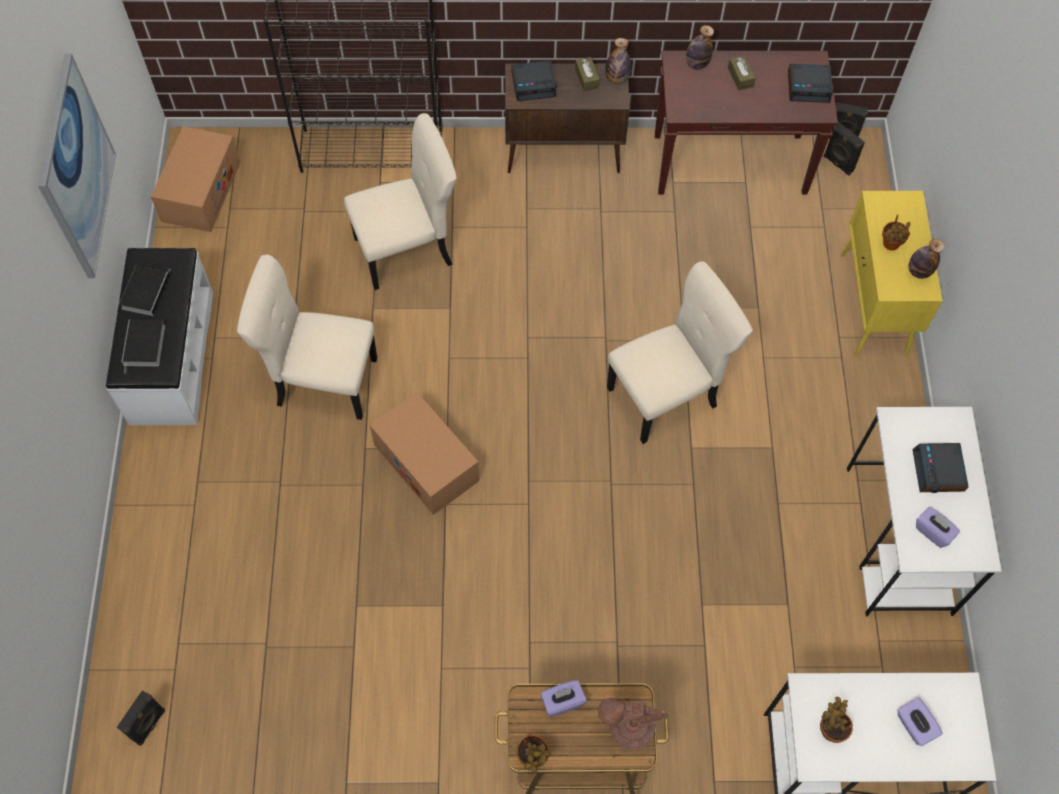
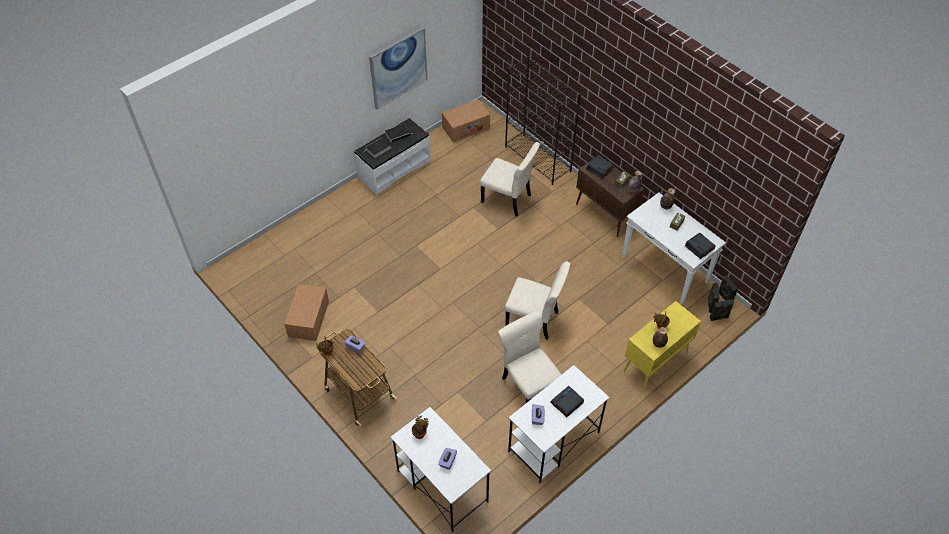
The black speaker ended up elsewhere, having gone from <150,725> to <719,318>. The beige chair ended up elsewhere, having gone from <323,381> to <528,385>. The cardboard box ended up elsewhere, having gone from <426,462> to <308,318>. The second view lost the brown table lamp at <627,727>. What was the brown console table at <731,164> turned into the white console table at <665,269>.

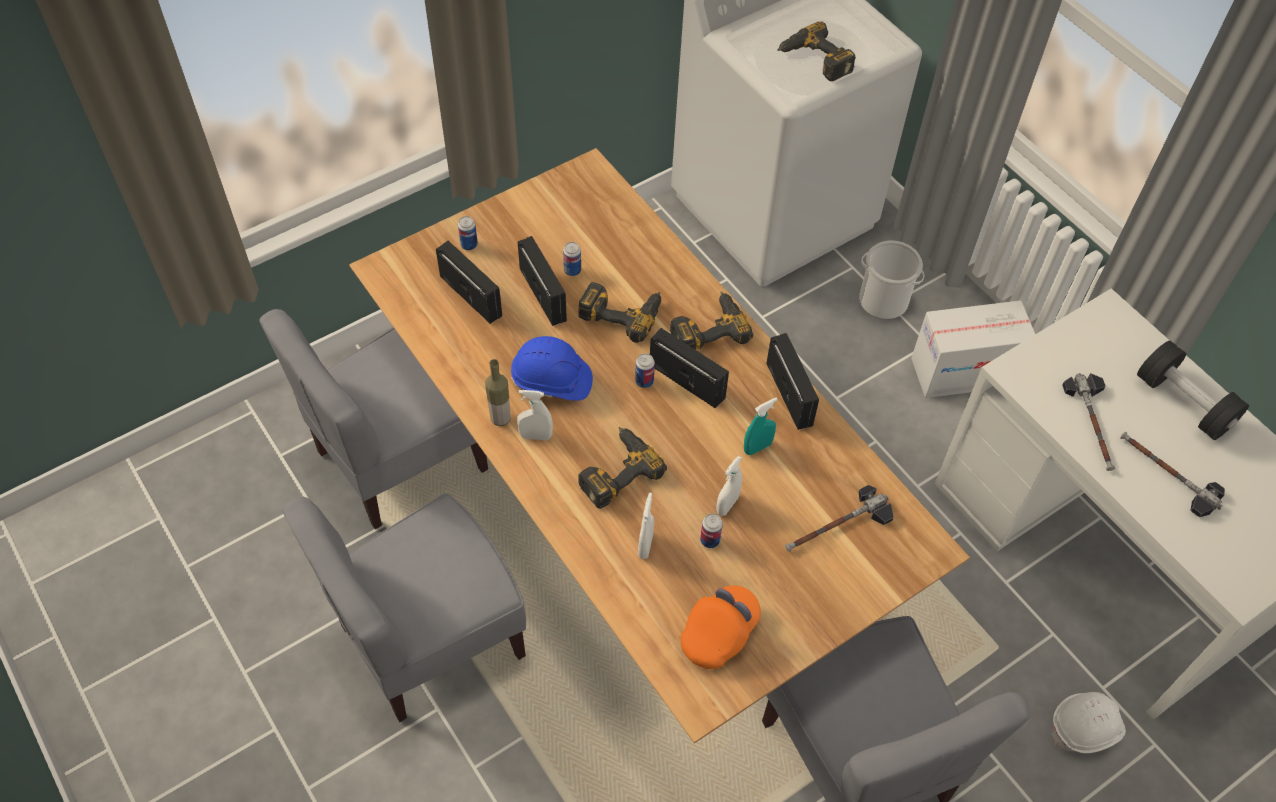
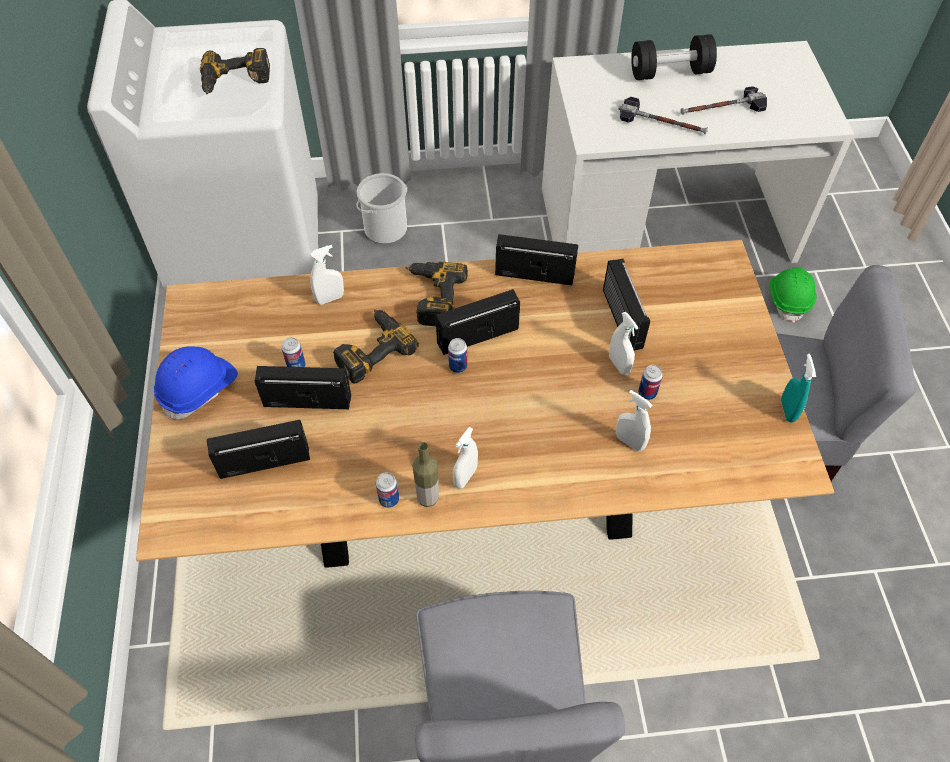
The second view lost the grey chair at <400,459>. The can ended up elsewhere, having gone from <469,245> to <389,499>. The blue hard hat ended up elsewhere, having gone from <552,381> to <199,389>. The second view lost the power drill at <615,470>. The second view lost the orange cap at <719,633>. The turquoise spray bottle ended up elsewhere, having gone from <757,447> to <787,410>. The second view lost the hammer at <837,527>. The second view lost the cardboard box at <964,371>. What was the white hard hat at <1086,728> turned into the green hard hat at <788,299>. The second view gained the white spray bottle at <330,298>. The second view gained the radio at <620,319>.

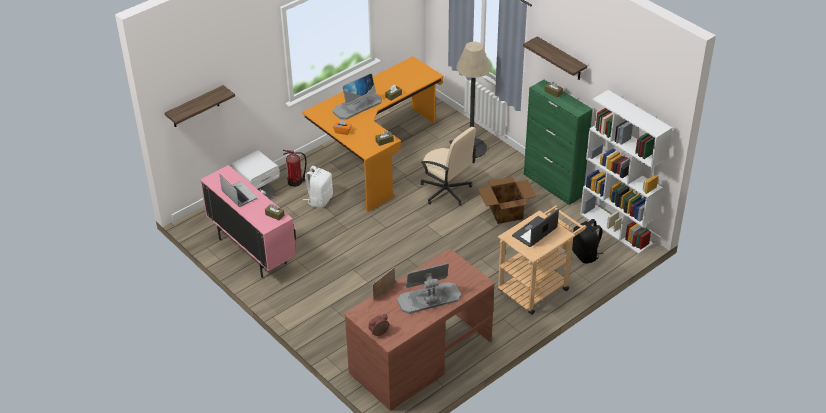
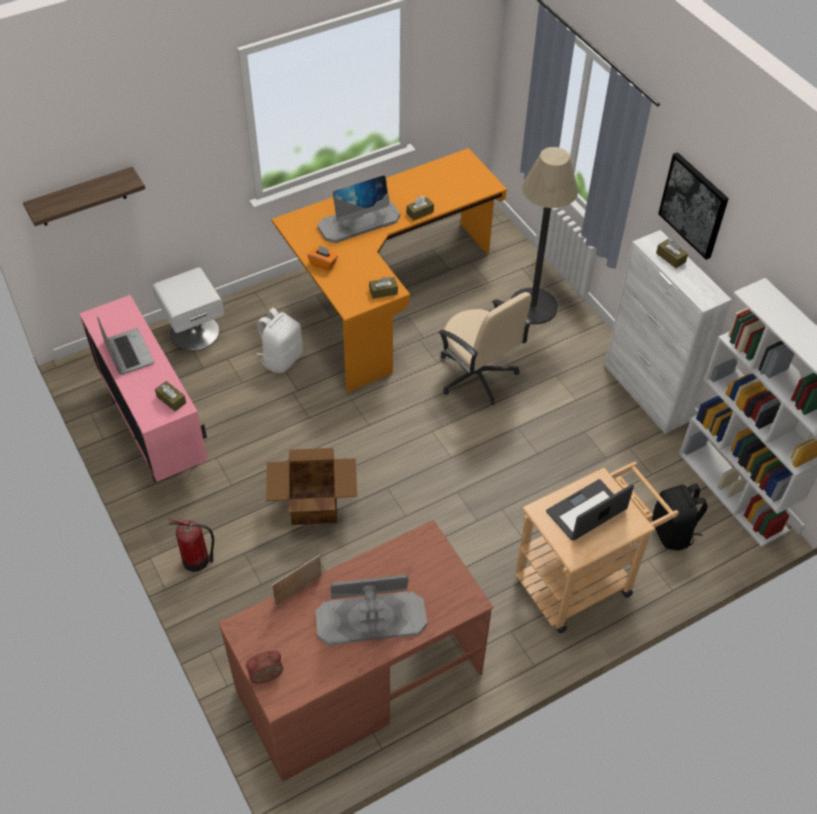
The fire extinguisher ended up elsewhere, having gone from <296,181> to <197,560>. The cardboard box ended up elsewhere, having gone from <505,212> to <313,504>. Where the shelf hung at <561,59>, the picture came to hang at <694,205>. What was the green cabinet at <553,185> turned into the white cabinet at <646,393>.

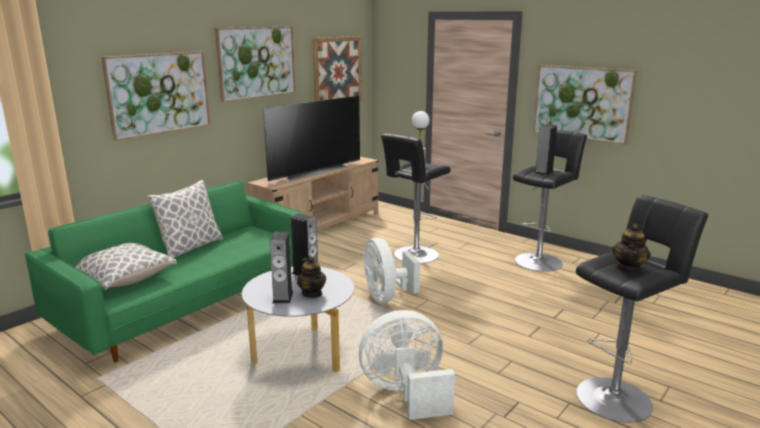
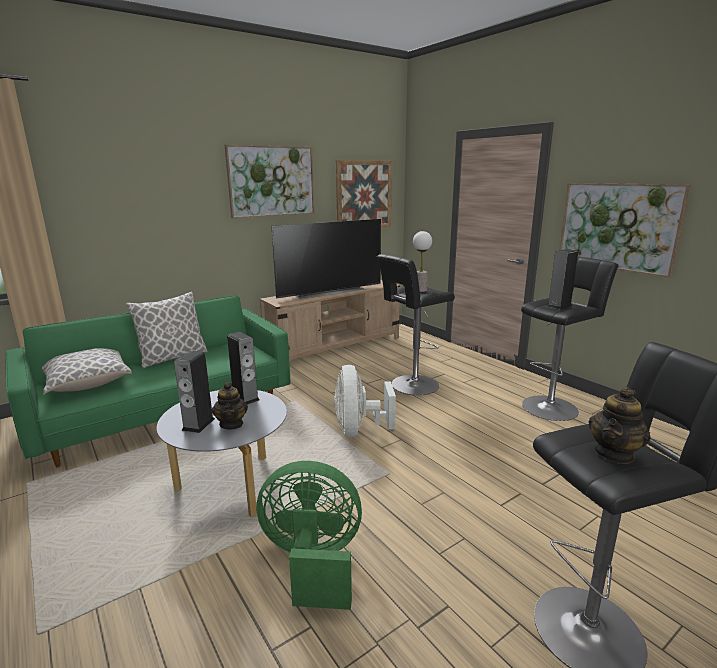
The second view lost the picture at <159,93>. What was the white fan at <406,393> turned into the green fan at <312,562>.

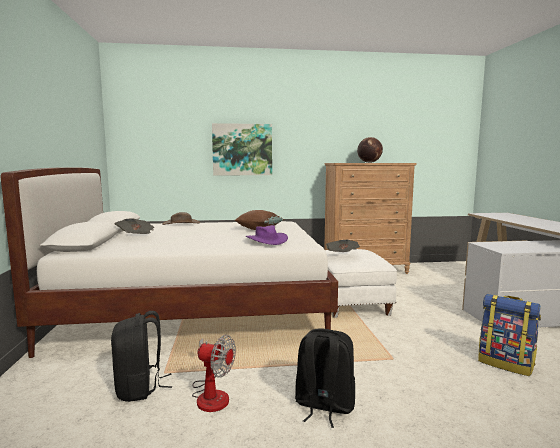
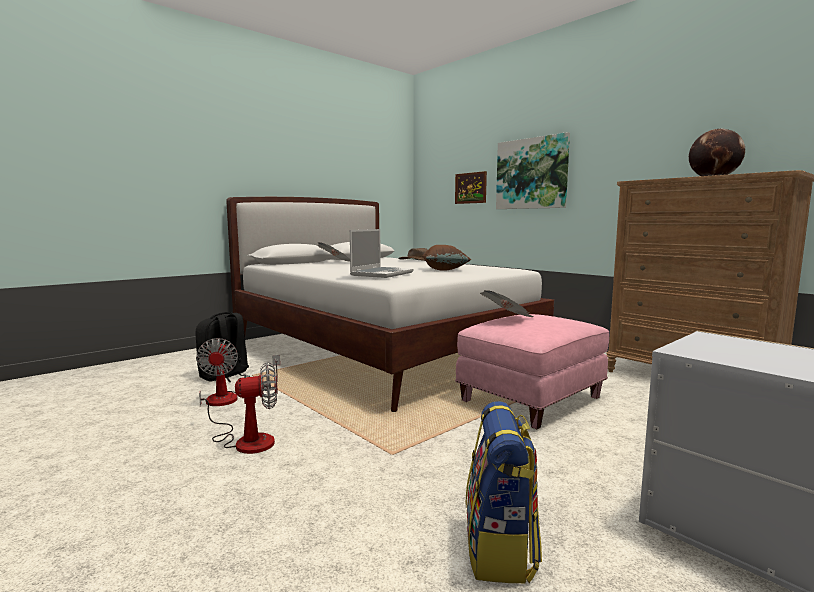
Where the purple hat stood at <266,240>, the laptop came to stand at <382,274>. Where the black backpack stood at <324,406>, the fan came to stand at <246,440>. What was the white ottoman at <350,302> turned into the pink ottoman at <531,398>. The second view gained the picture at <470,188>.

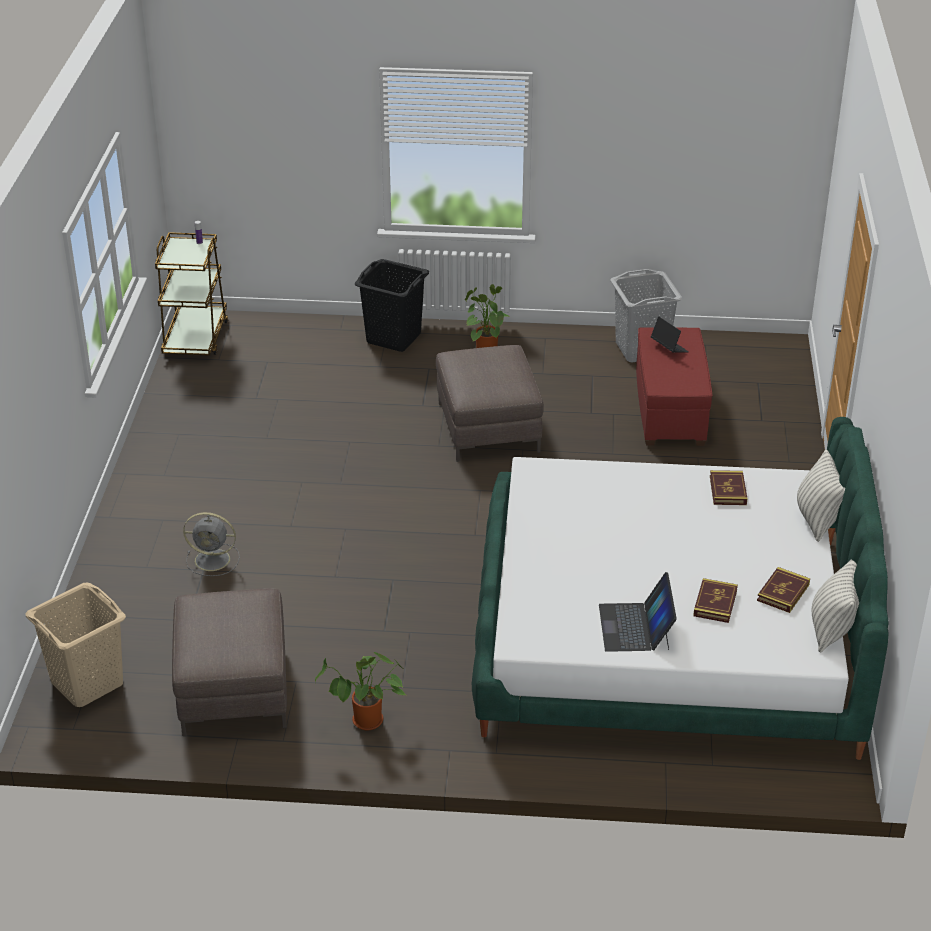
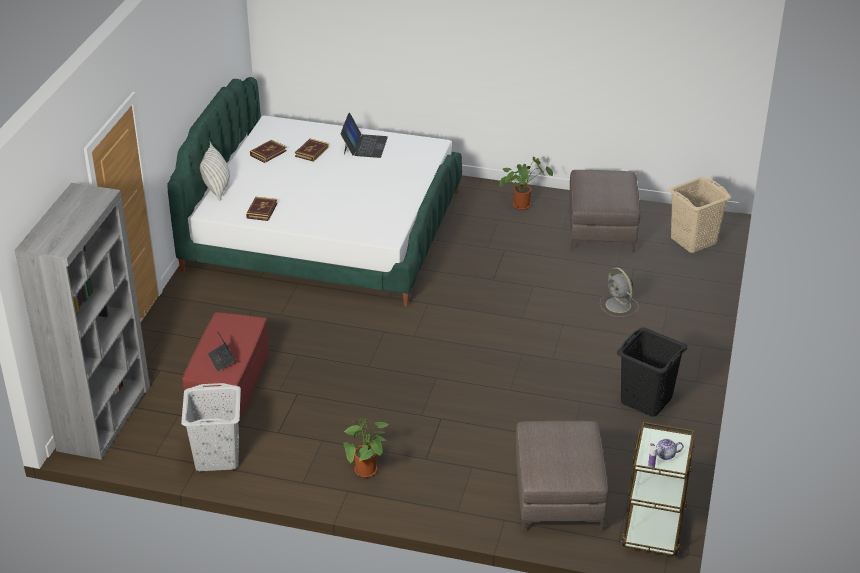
The grey fan at <214,560> ended up facing another way, 135 degrees counterclockwise from before. The black laundry basket ended up elsewhere, having gone from <393,337> to <646,400>. The brown ottoman ended up elsewhere, having gone from <488,427> to <558,496>. The second view lost the pillow at <831,629>. The second view gained the grey bookcase at <104,417>. The second view gained the teapot at <665,455>.

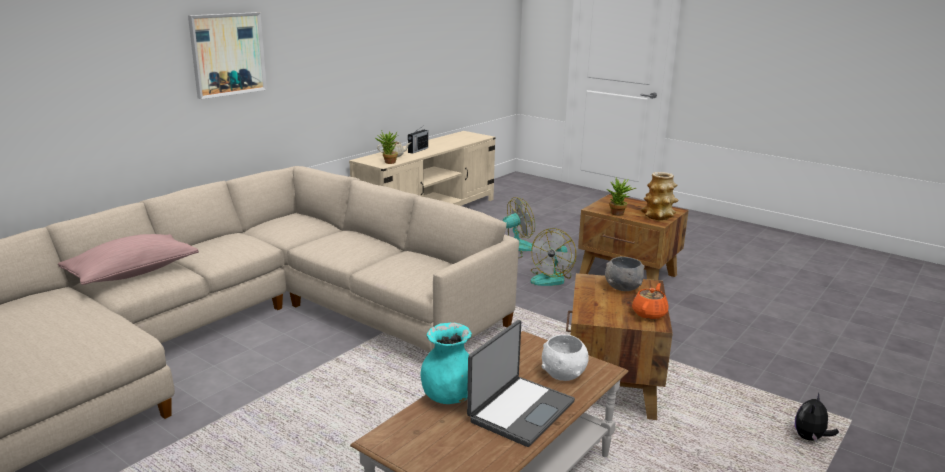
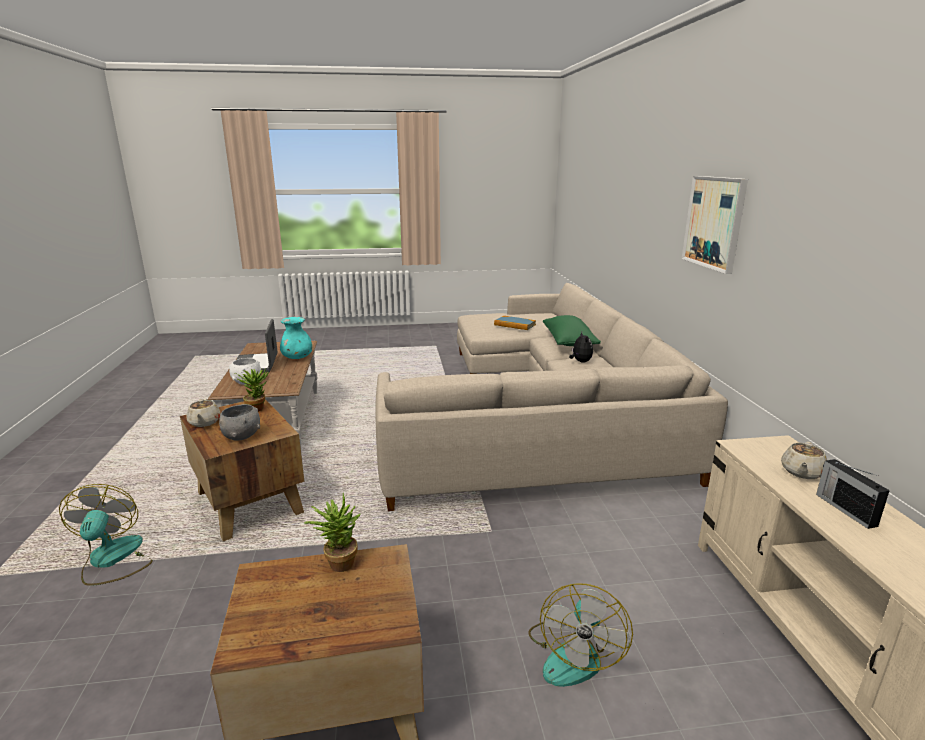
What was the pink pillow at <132,273> turned into the green pillow at <569,342>. The potted plant ended up elsewhere, having gone from <388,162> to <257,408>. The fan ended up elsewhere, having gone from <552,278> to <112,560>. What was the orange teapot at <649,313> turned into the beige teapot at <204,422>. The second view lost the vase at <658,216>. The plush toy ended up elsewhere, having gone from <810,438> to <580,361>. The second view gained the book at <514,325>.

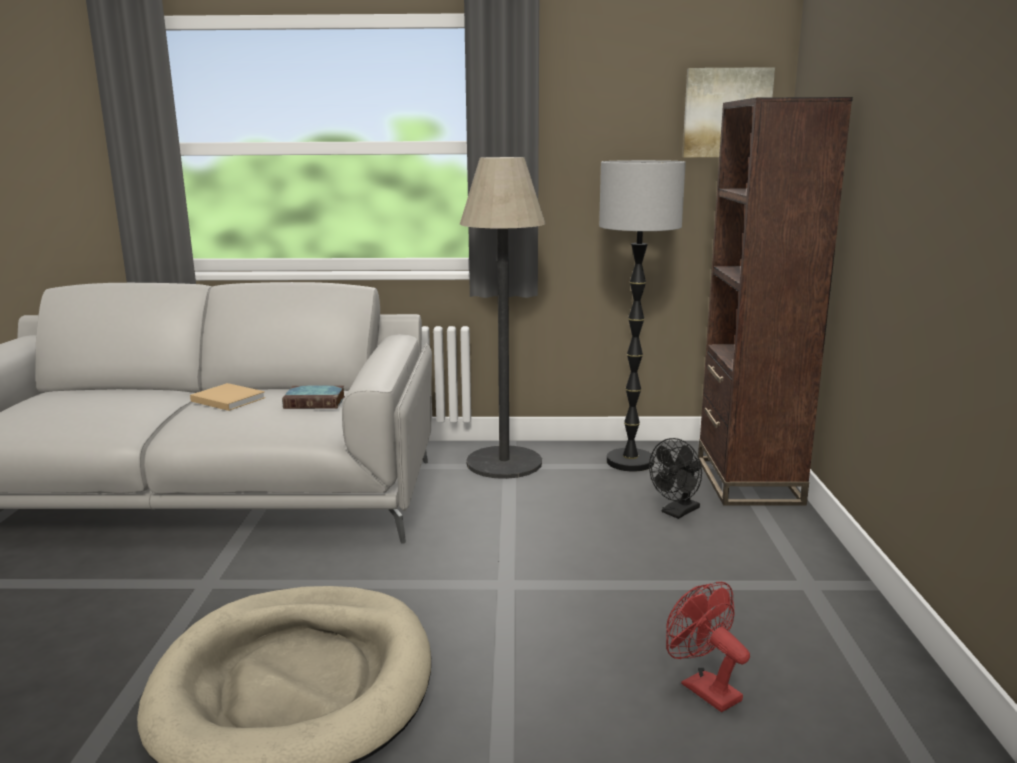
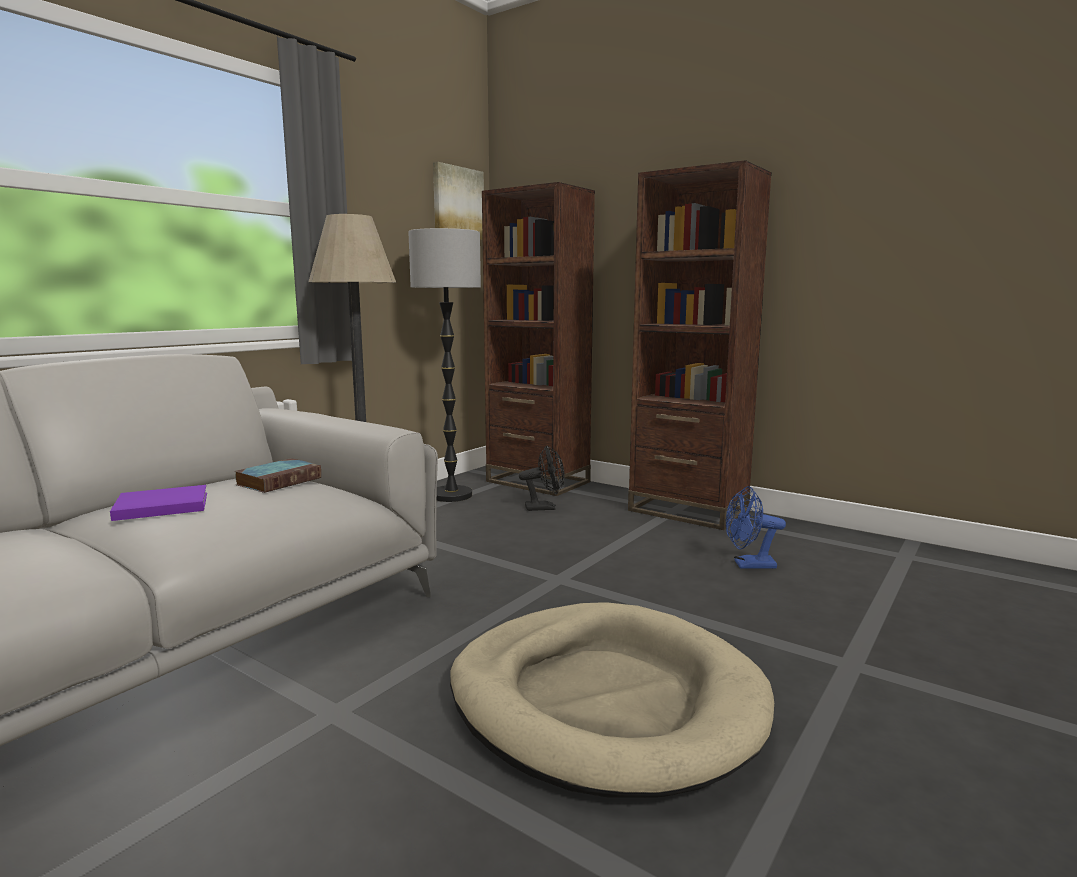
What was the beige book at <227,399> turned into the purple book at <159,506>. The black fan at <677,512> ended up facing another way, 90 degrees counterclockwise from before. What was the red fan at <703,688> turned into the blue fan at <748,565>. The second view gained the brown bookcase at <688,511>.

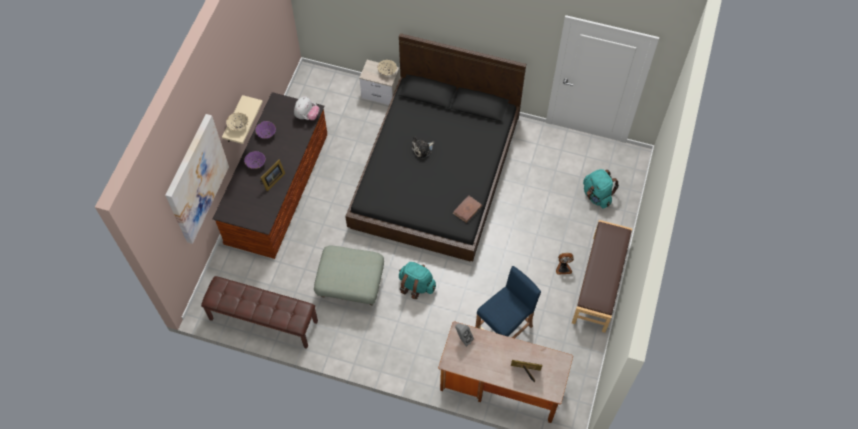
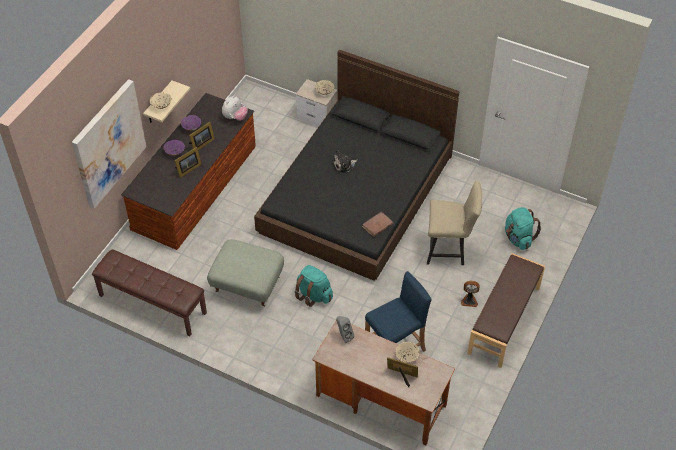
The second view gained the picture frame at <201,144>. The second view gained the beige bowl at <407,357>. The second view gained the beige chair at <449,249>.

